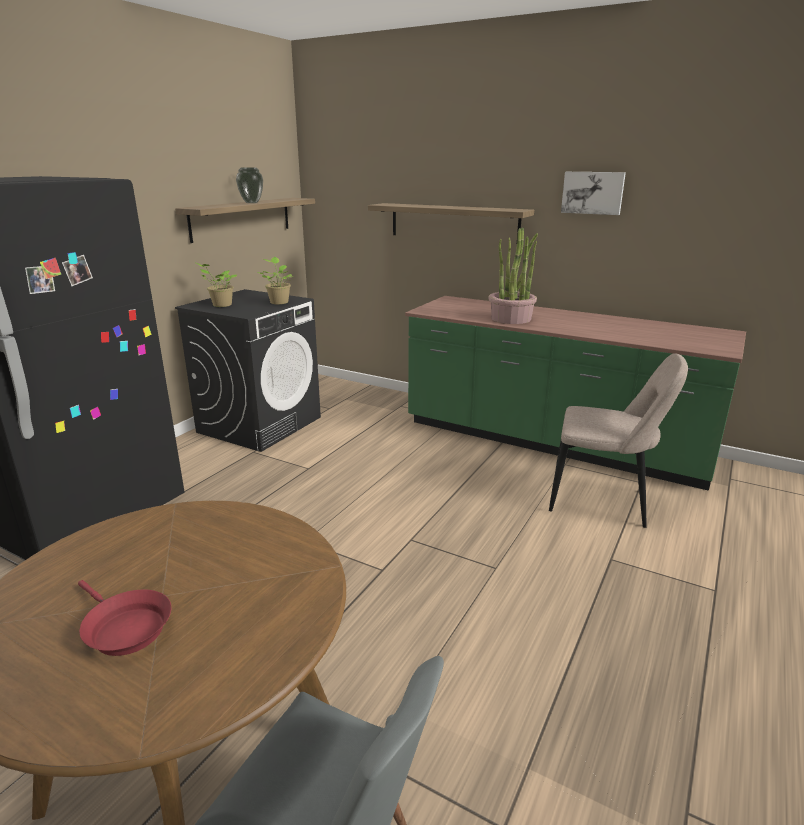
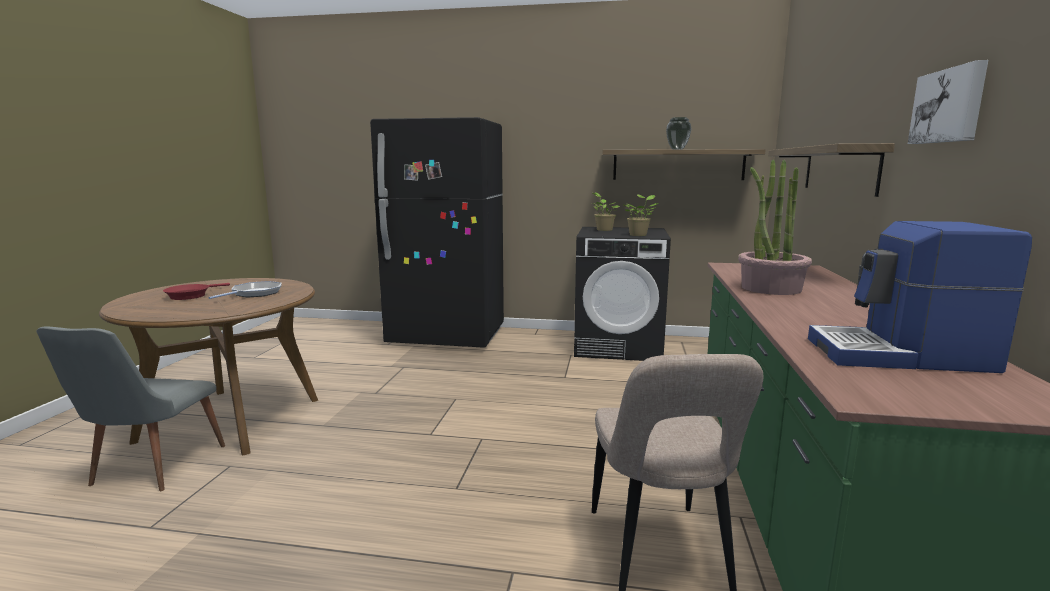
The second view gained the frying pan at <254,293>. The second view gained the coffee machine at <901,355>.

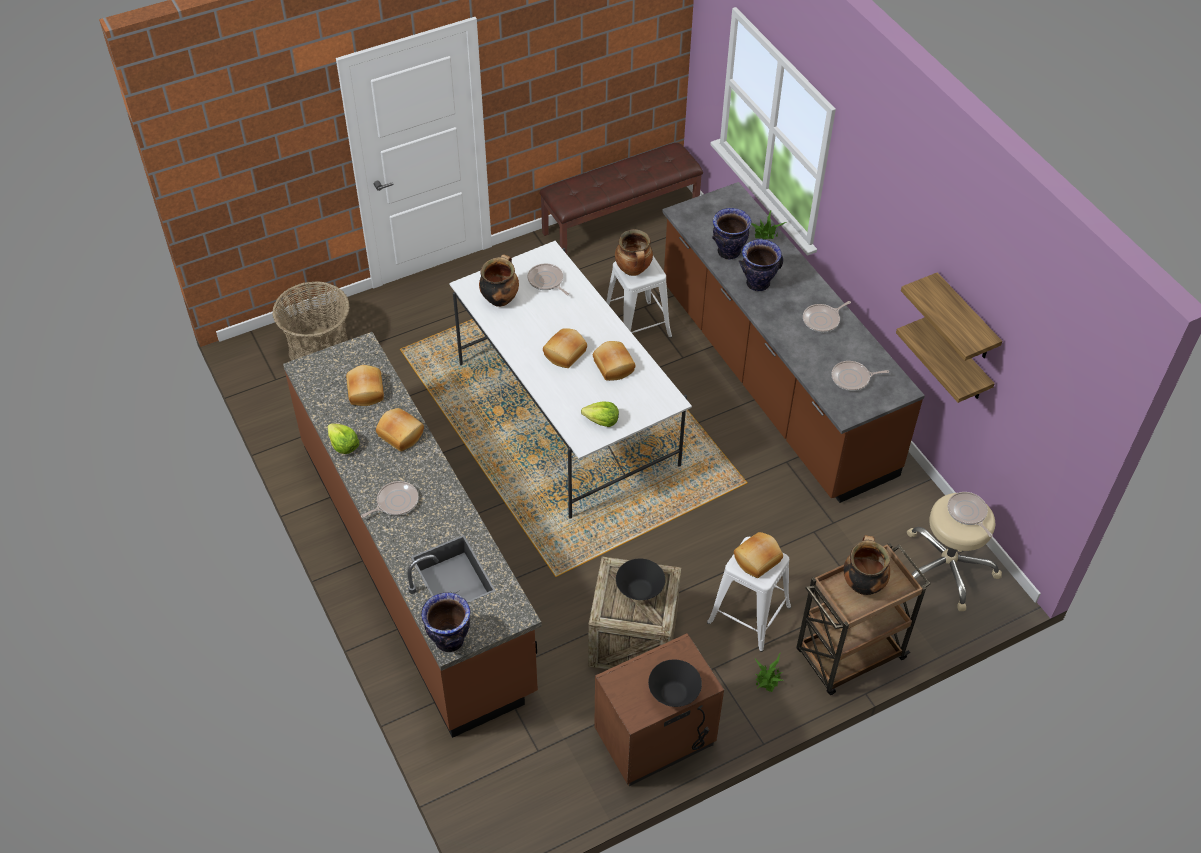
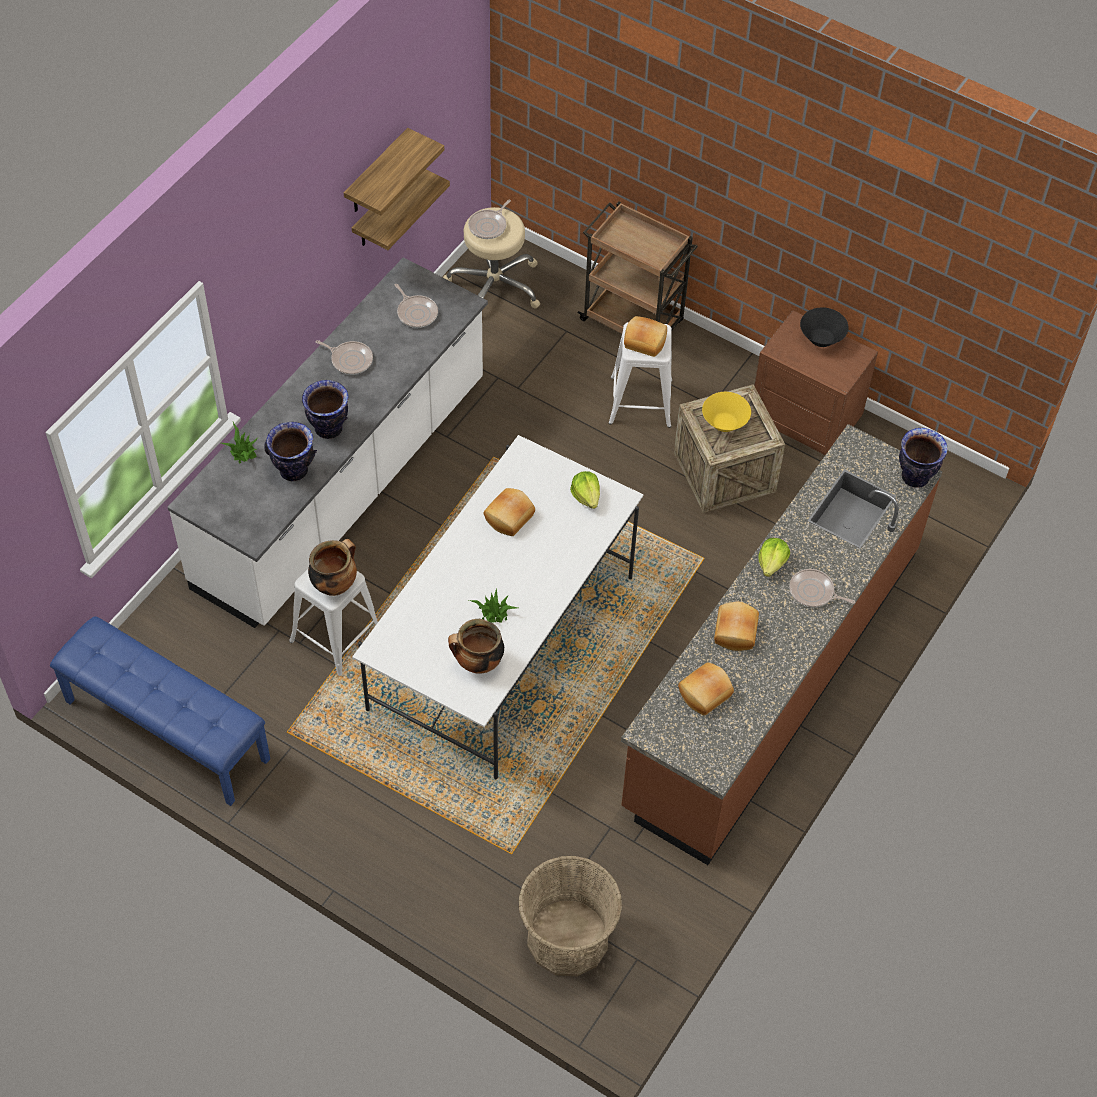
The lettuce ended up elsewhere, having gone from <343,445> to <772,563>. The second view lost the frying pan at <546,281>. What was the brown bench at <620,222> turned into the blue bench at <166,730>. The second view lost the bread at <565,354>. What was the black bowl at <639,590> turned into the yellow bowl at <724,423>. What was the brown counter at <773,380> turned into the white counter at <343,485>. The potted plant ended up elsewhere, having gone from <768,678> to <493,612>. The second view lost the cooking pot at <862,583>.

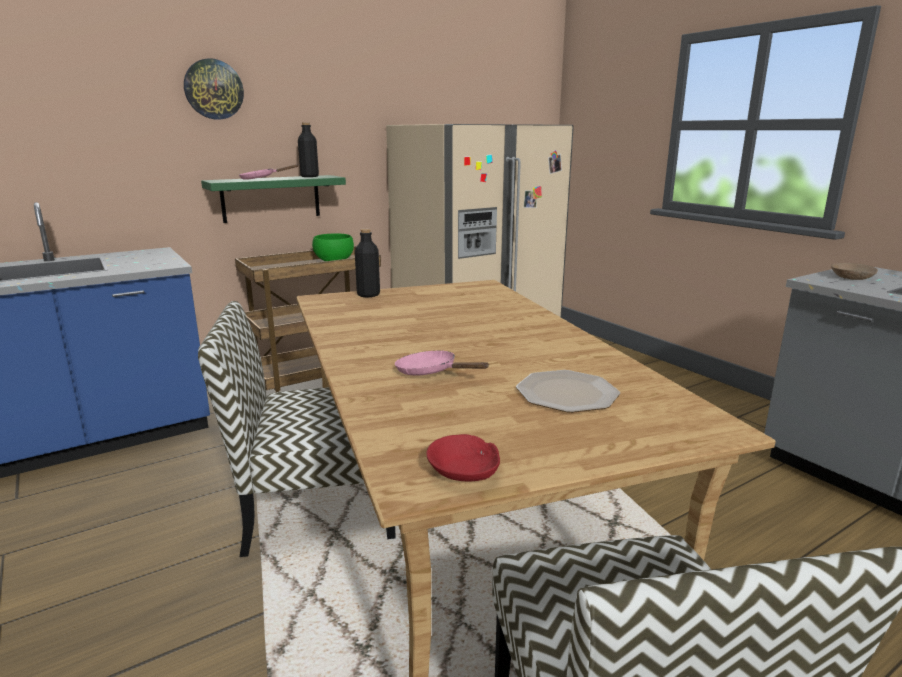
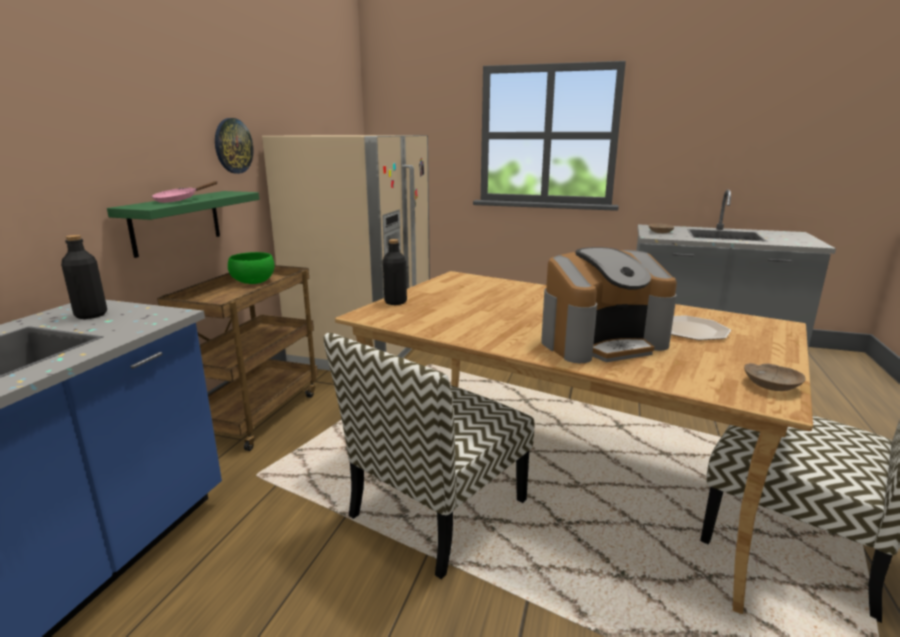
The wall clock ended up elsewhere, having gone from <213,89> to <233,146>. The black bottle ended up elsewhere, having gone from <309,176> to <91,315>. Where the pink frying pan stood at <431,372>, the coffee machine came to stand at <602,342>. What was the red bowl at <465,471> turned into the beige bowl at <770,385>.

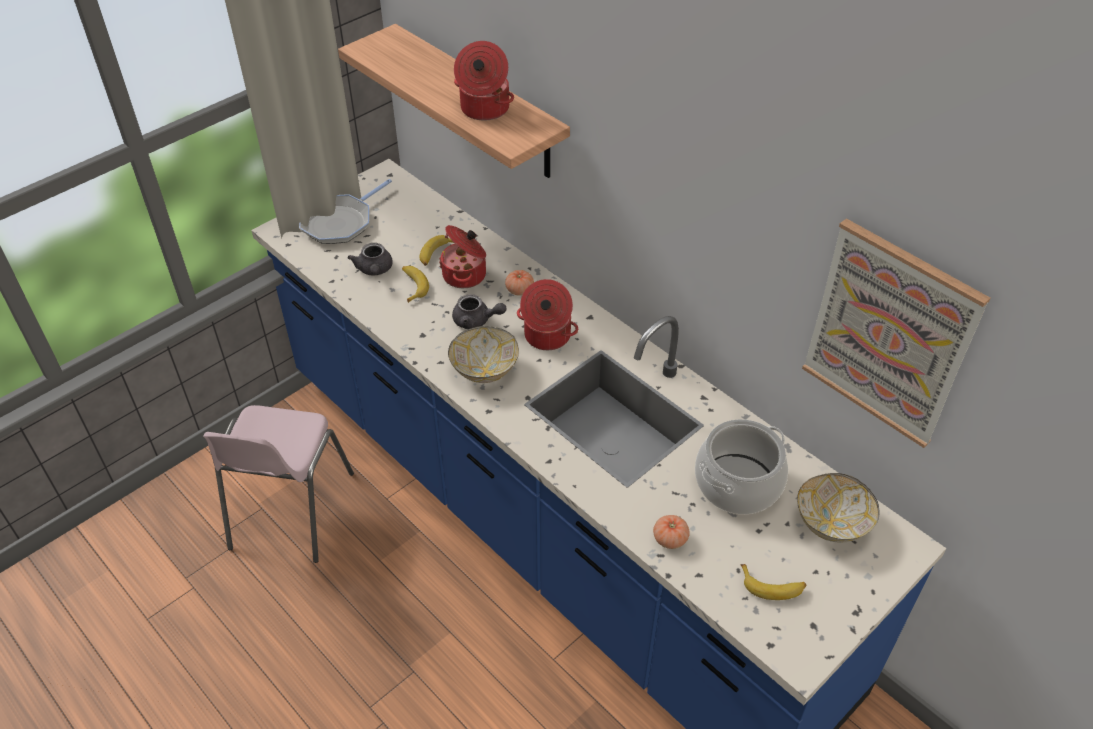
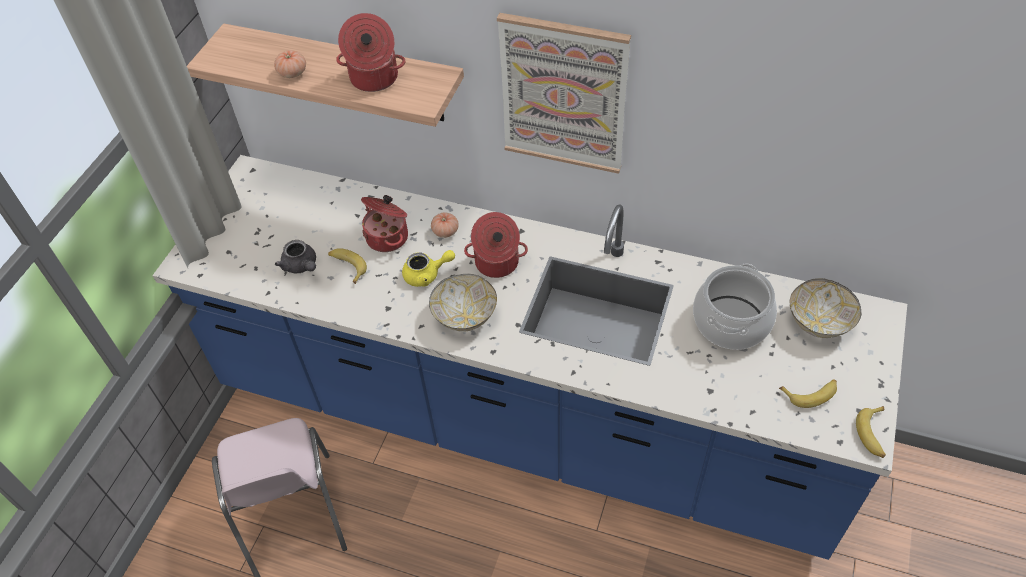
The second view lost the frying pan at <340,222>. The banana ended up elsewhere, having gone from <437,254> to <873,434>. What was the grey teapot at <476,321> turned into the yellow teapot at <427,275>. The tomato ended up elsewhere, having gone from <670,539> to <292,73>. The picture ended up elsewhere, having gone from <889,334> to <563,94>.

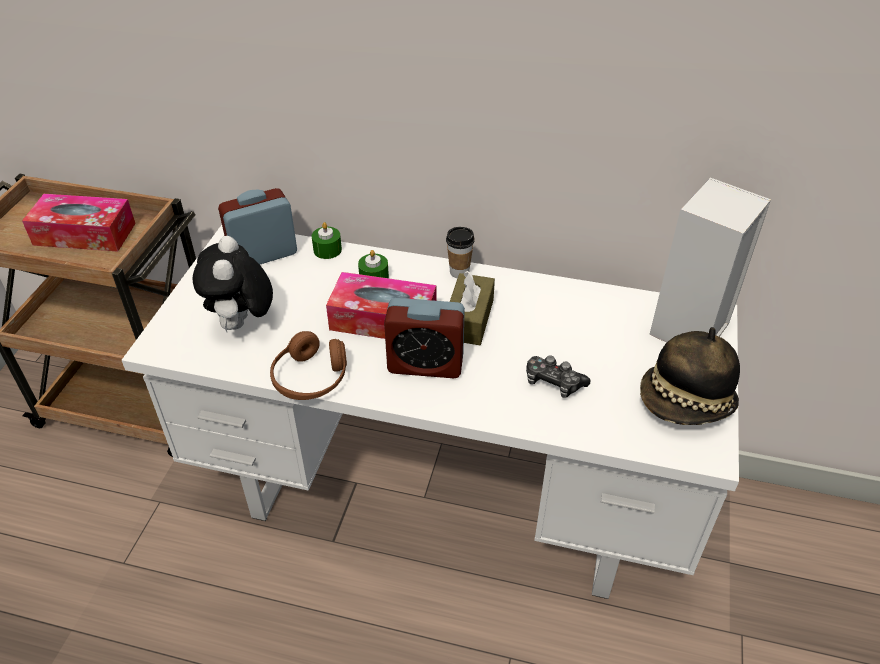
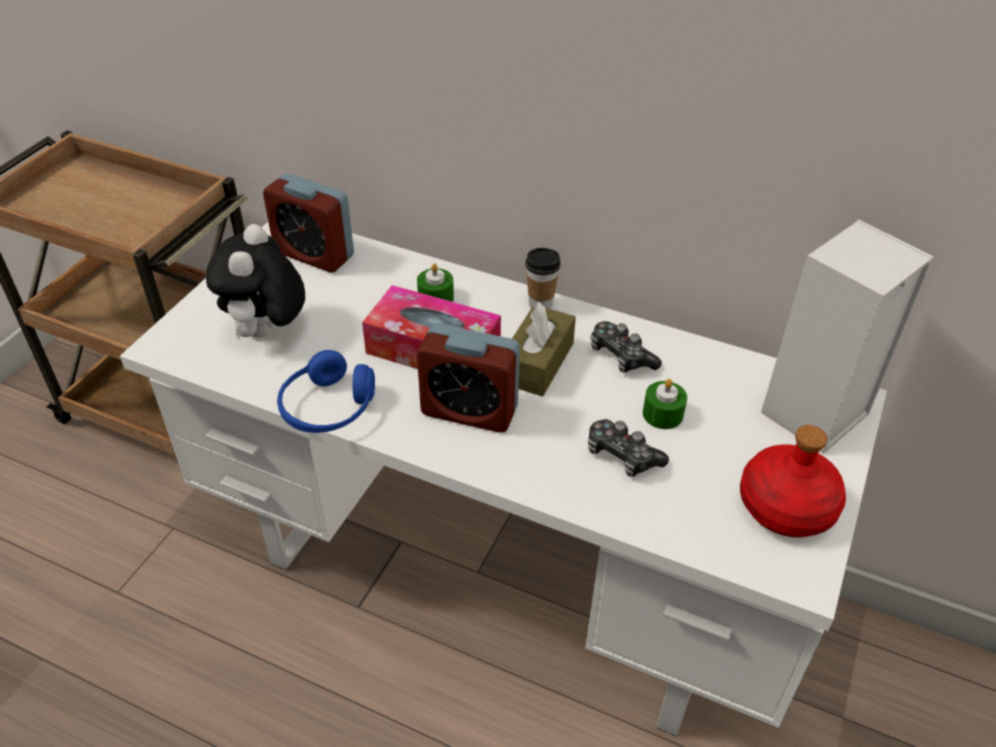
The second view lost the tissue box at <84,234>. The alarm clock at <263,254> ended up facing another way, 135 degrees counterclockwise from before. What was the brown headphones at <310,378> turned into the blue headphones at <328,408>. The green candle ended up elsewhere, having gone from <327,250> to <662,414>. Where the hat stood at <686,403>, the red bottle came to stand at <787,507>. The second view gained the game controller at <621,356>.

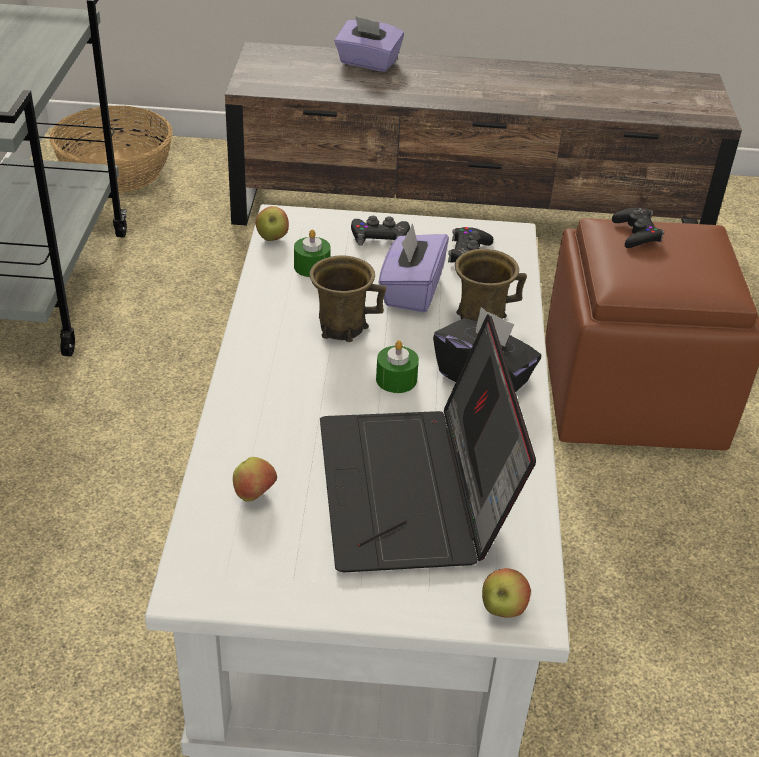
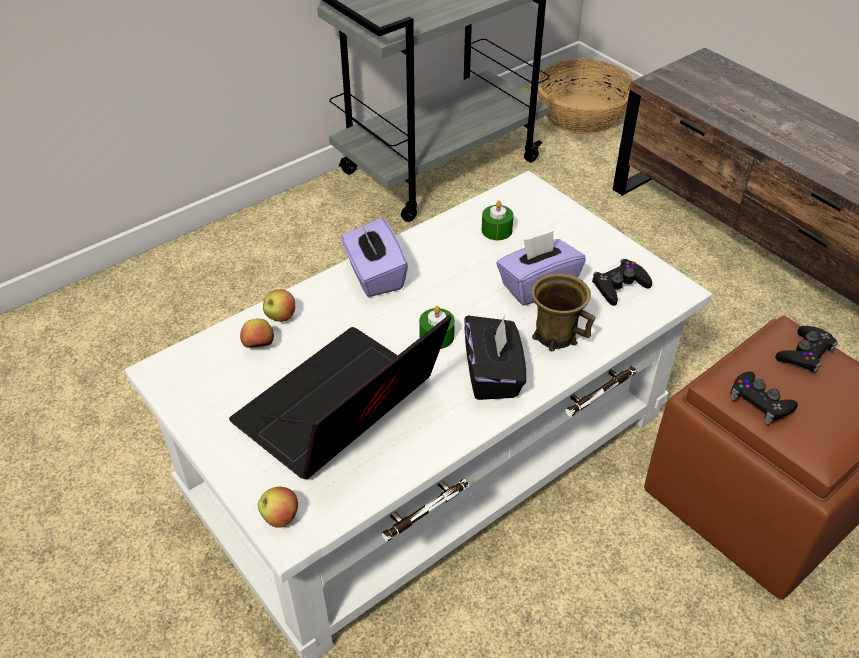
The apple ended up elsewhere, having gone from <272,238> to <280,317>. The second view lost the brown mug at <341,326>. The purple tissue box ended up elsewhere, having gone from <368,63> to <374,275>. The black game controller ended up elsewhere, having gone from <380,237> to <760,402>.

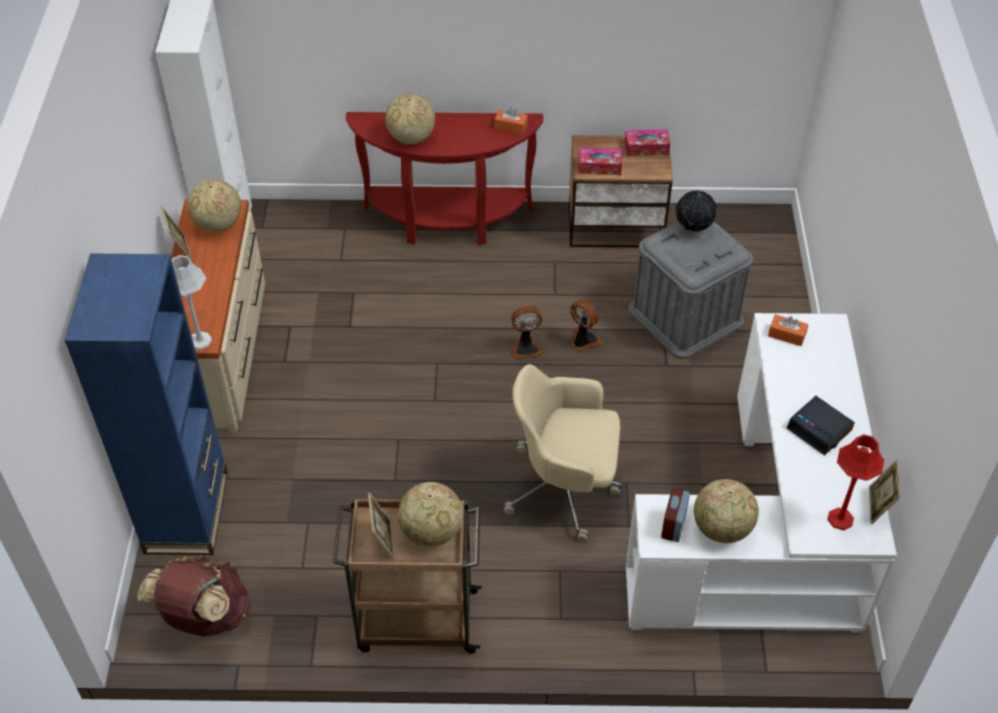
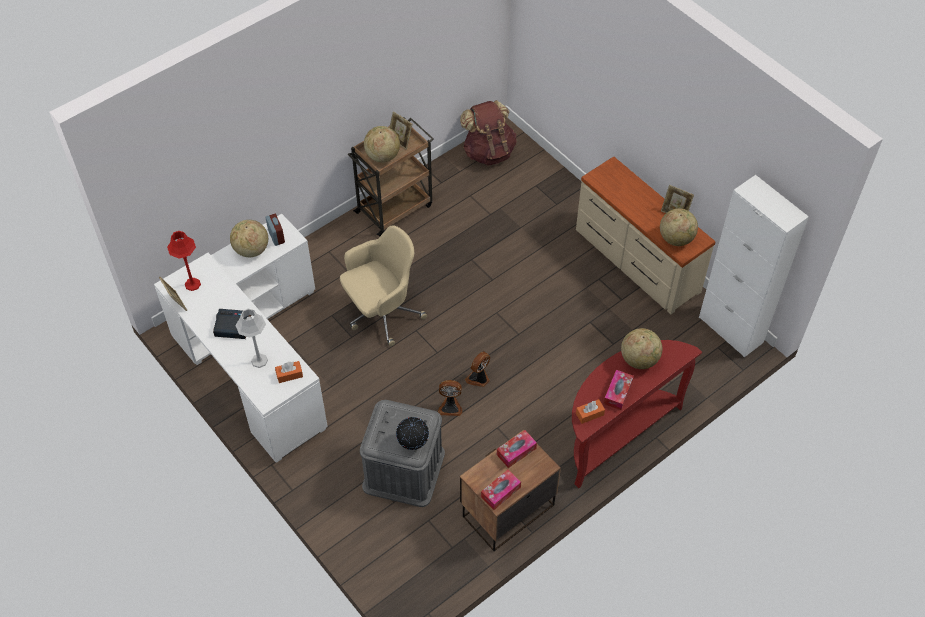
The second view lost the blue bookcase at <187,512>. The grey table lamp ended up elsewhere, having gone from <200,340> to <259,360>. The second view gained the tissue box at <618,393>.

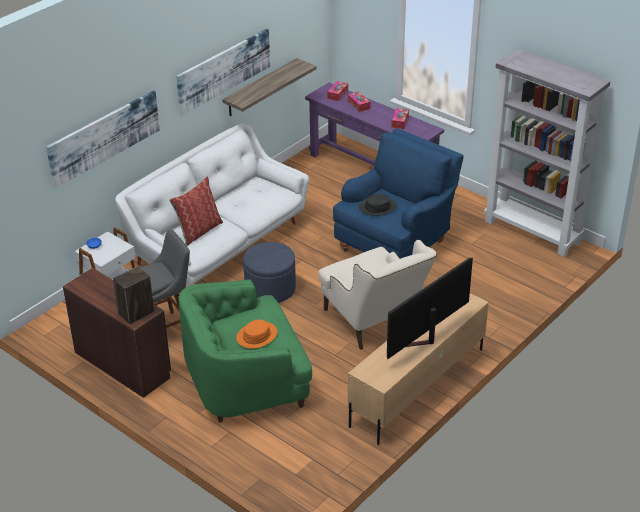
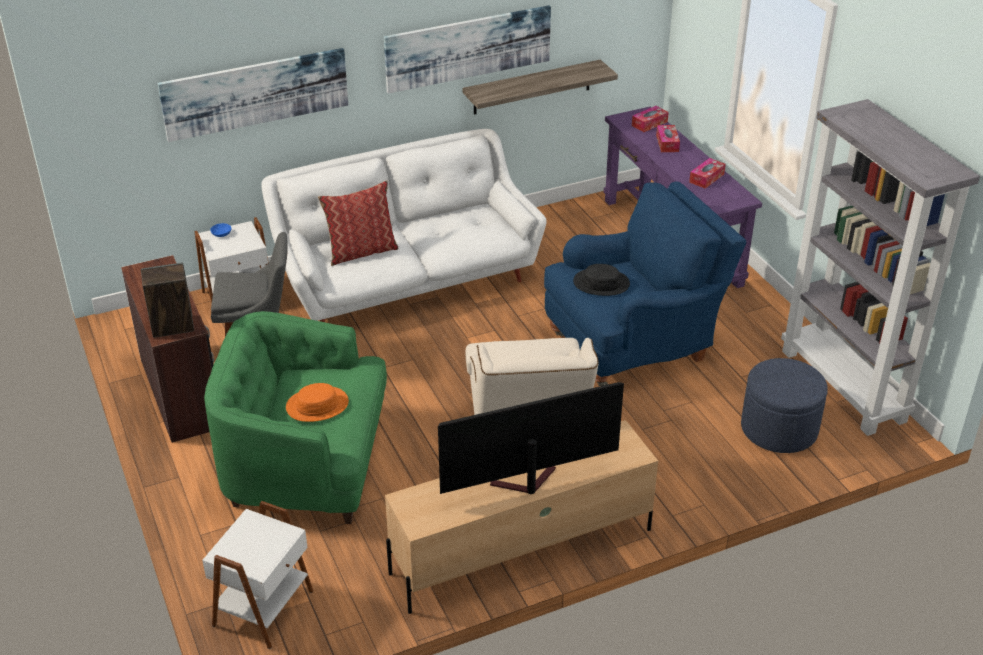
The blue ottoman ended up elsewhere, having gone from <270,289> to <779,429>. The second view gained the white side table at <265,608>.

